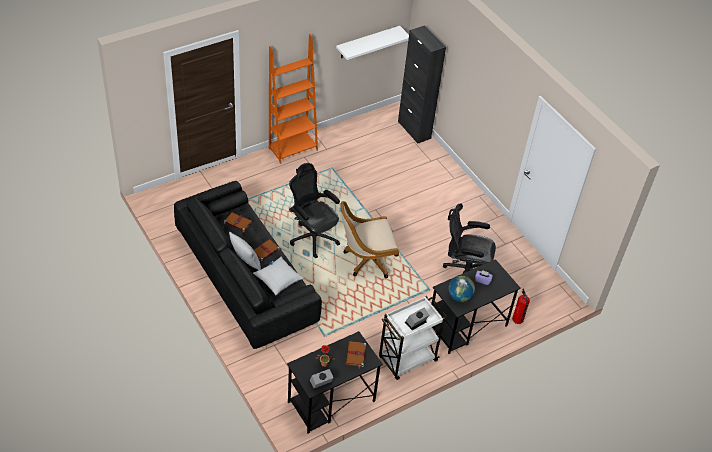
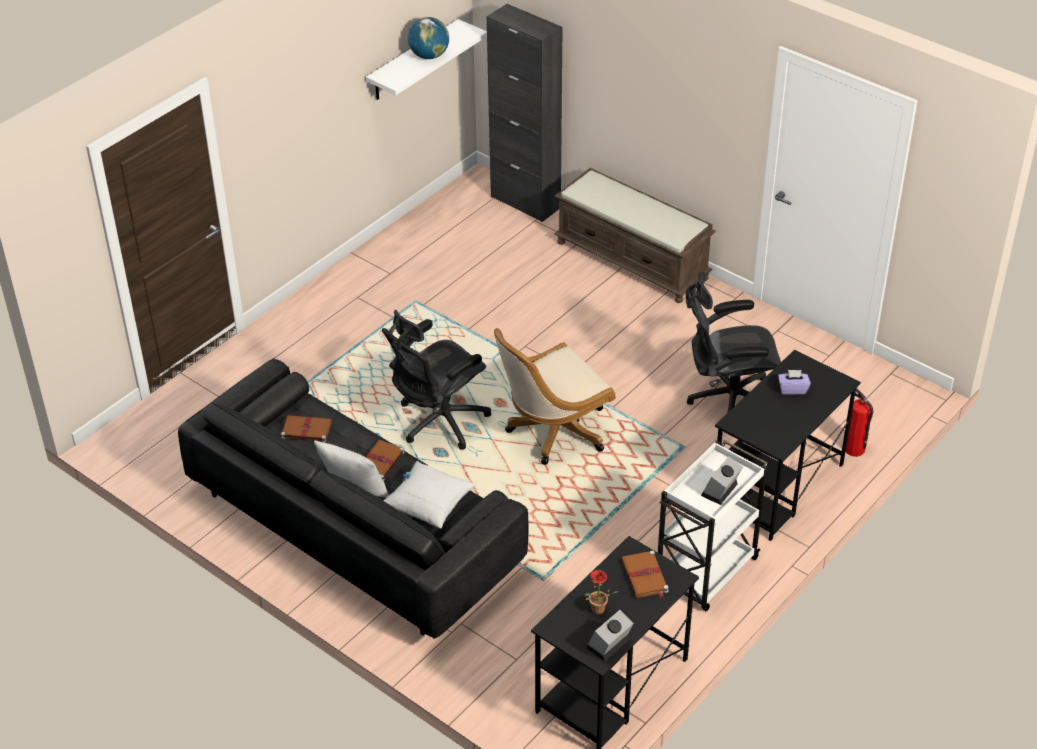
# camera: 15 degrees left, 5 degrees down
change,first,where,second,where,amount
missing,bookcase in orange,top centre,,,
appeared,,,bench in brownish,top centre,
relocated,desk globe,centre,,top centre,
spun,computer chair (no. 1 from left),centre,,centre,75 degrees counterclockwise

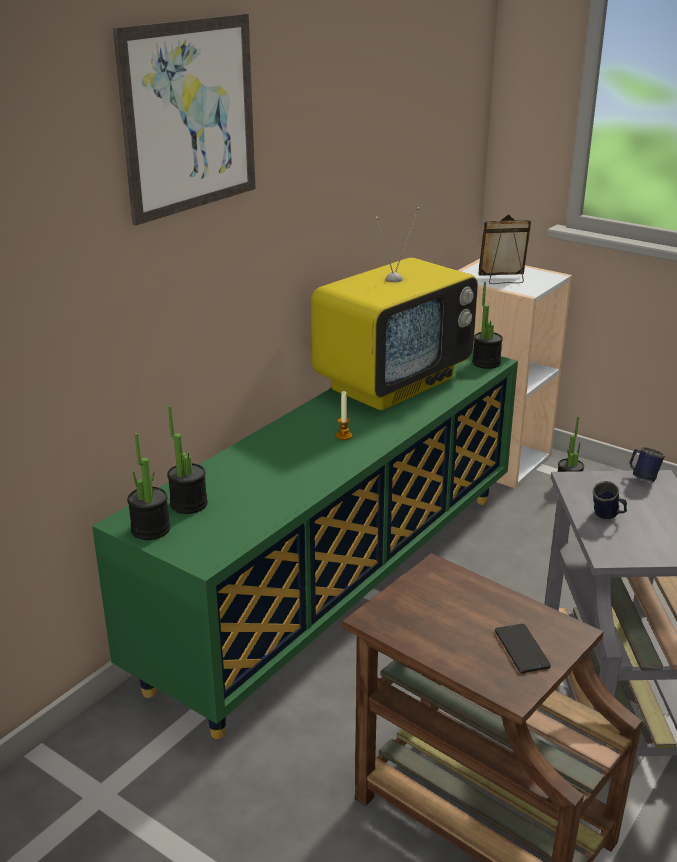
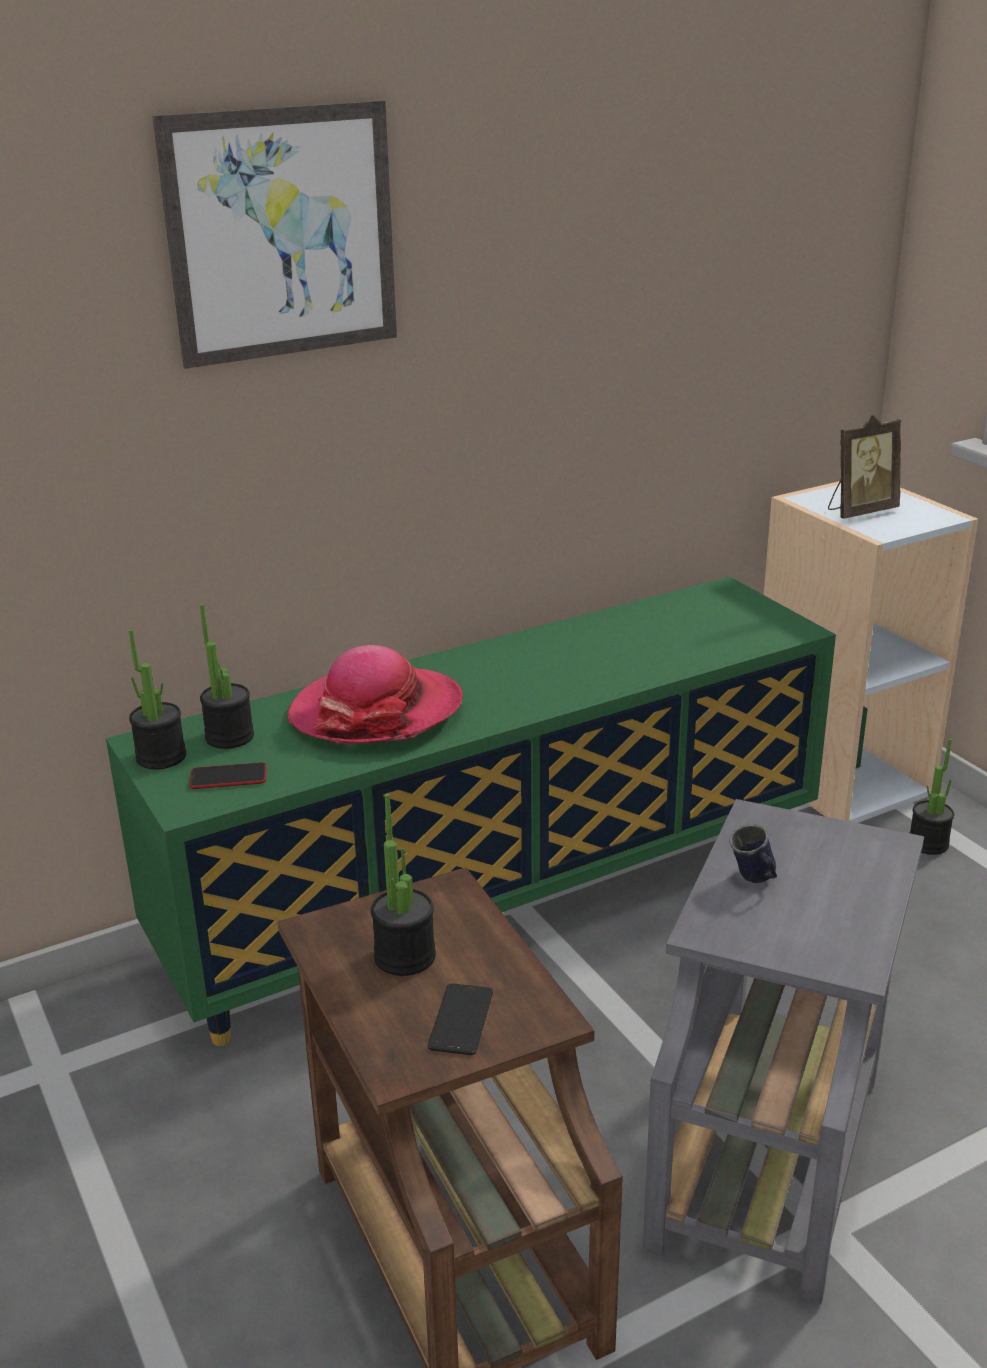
# camera: 25 degrees right, 0 degrees up
change,first,where,second,where,amount
missing,television,centre,,,
missing,wax candle,centre,,,
missing,tea mug in bluish (no. 2 from left),middle right,,,
appeared,,,handset (no. 1 from left),middle left,
appeared,,,wearable hat,centre,
relocated,plant in a pot (no. 3 from left),middle right,,centre,
spun,picture frame,top right,,middle right,135 degrees clockwise

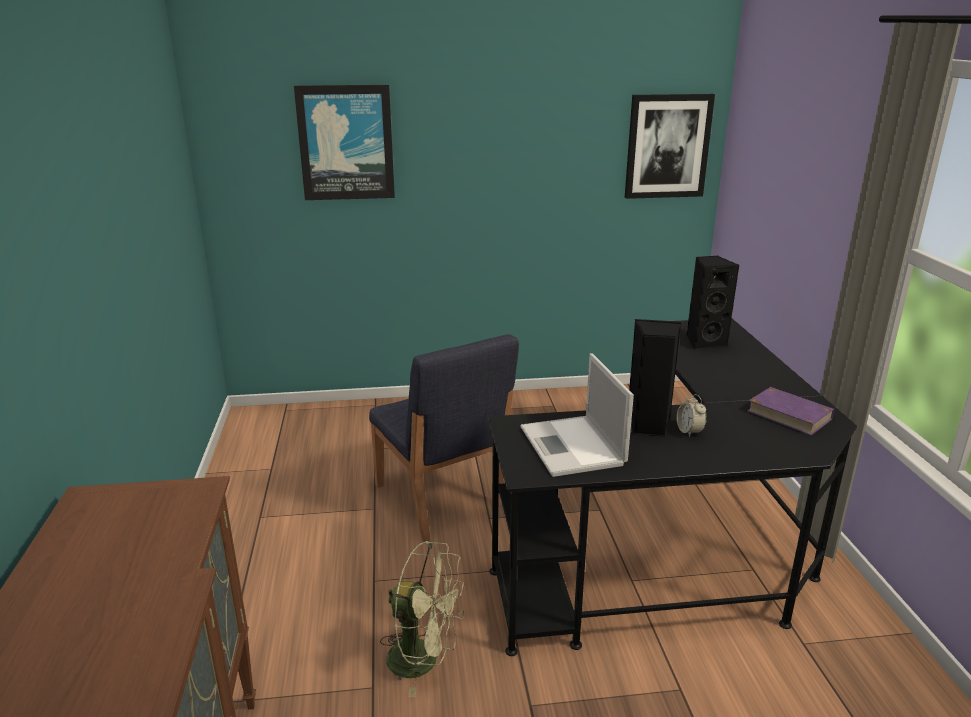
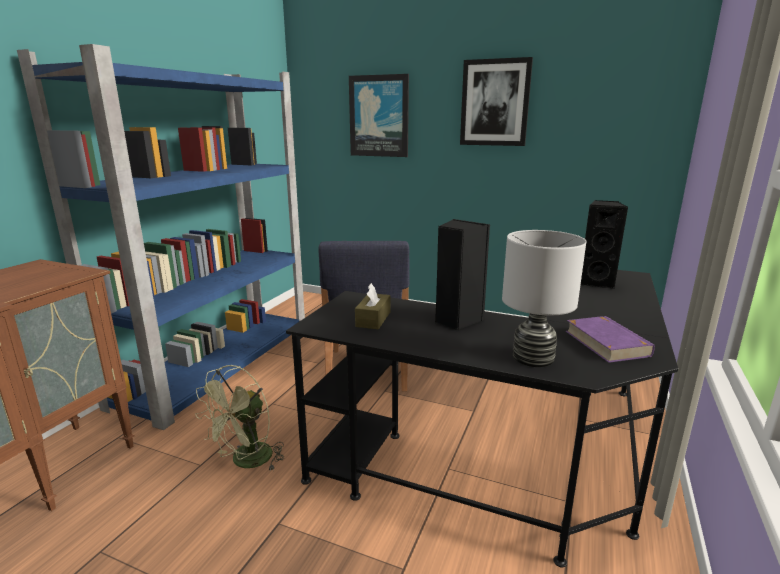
# camera: 30 degrees right, 5 degrees down
change,first,where,second,where,amount
missing,table clock,middle right,,,
appeared,,,bookcase in bluish,middle left,
appeared,,,lamp for a table in gray,middle right,
relocated,picture (no. 2 from left),top right,,top centre,
exchanged,notebook computer,centre,box of tissues in brownish,centre,
spun,fan in green,bottom centre,,bottom left,75 degrees clockwise

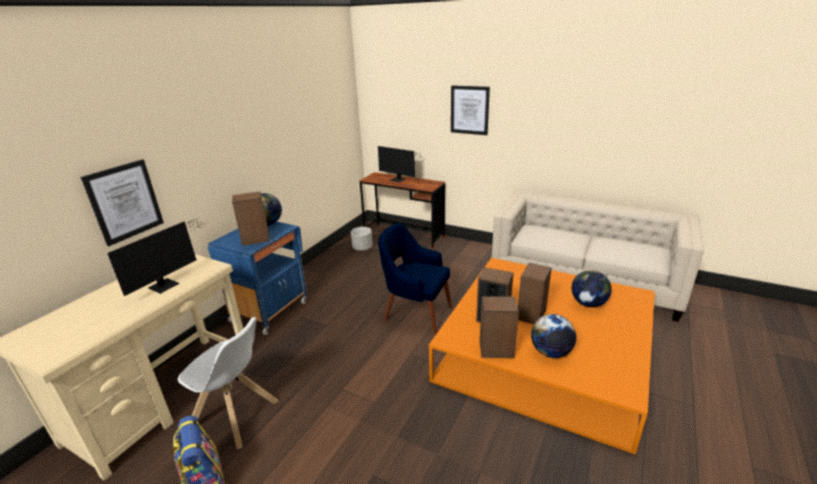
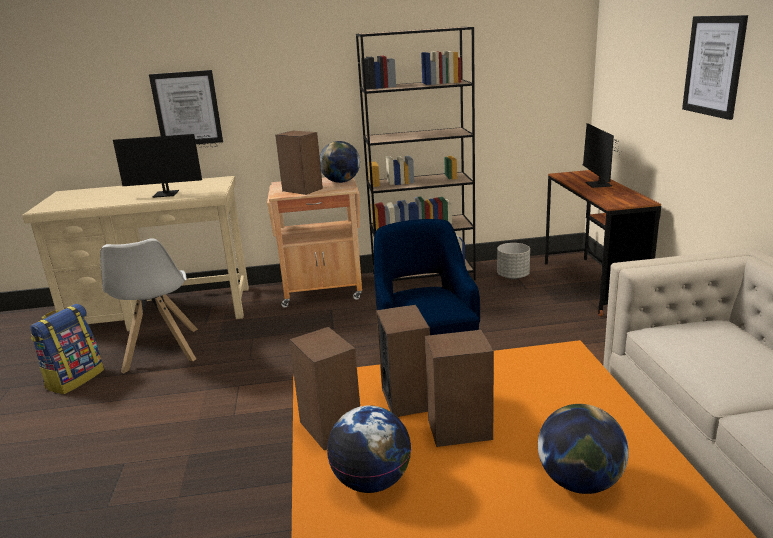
# camera: 55 degrees right, 5 degrees down
change,first,where,second,where,amount
appeared,,,bookcase in beige-coloured,top centre,
colour,cart in bluish,middle left,cart in brownish,centre,

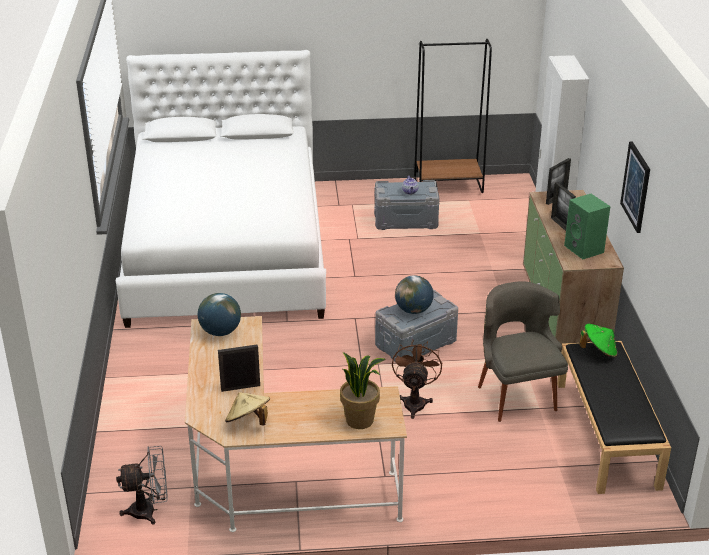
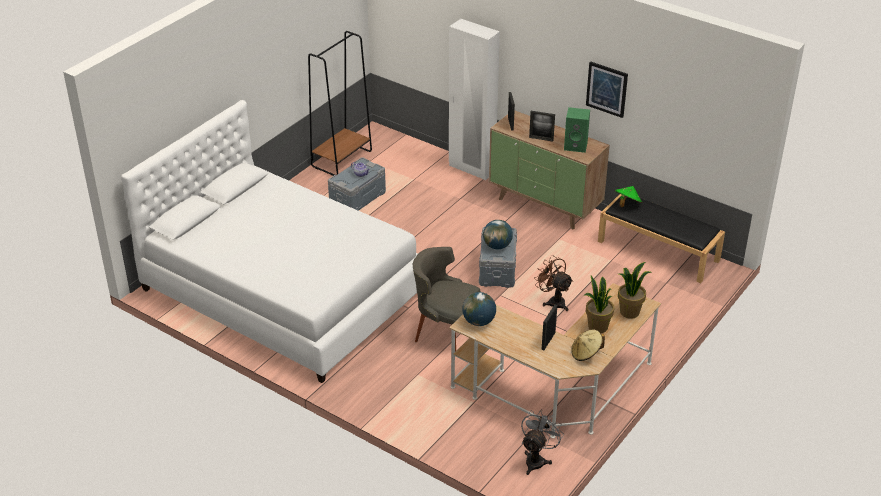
# camera: 50 degrees left, 5 degrees up
change,first,where,second,where,amount
appeared,,,plant in a pot (no. 1 from left),middle right,
relocated,upright chair in gray,middle right,,centre,

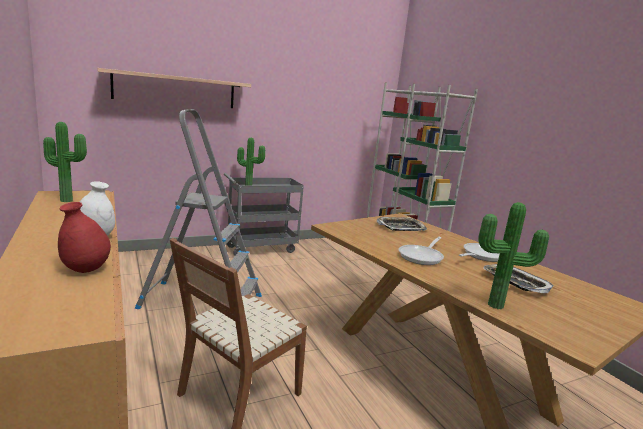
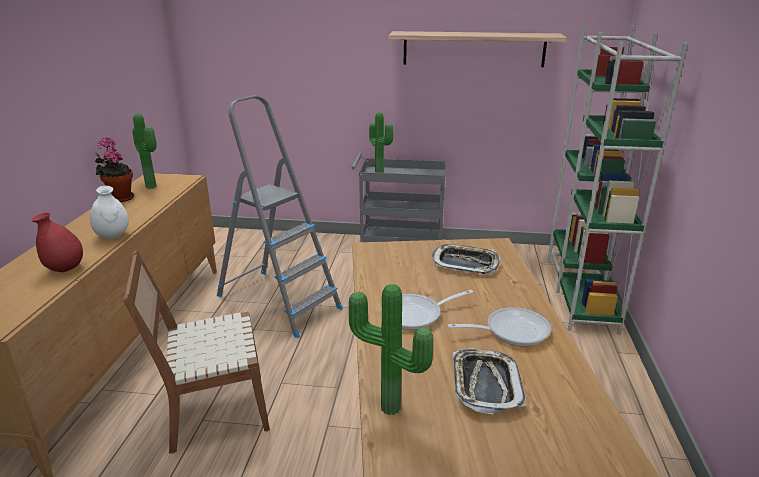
# camera: 35 degrees right, 10 degrees up
change,first,where,second,where,amount
appeared,,,plant in a pot (no. 1 from left),middle left,
relocated,wall shelf,top left,,top centre,

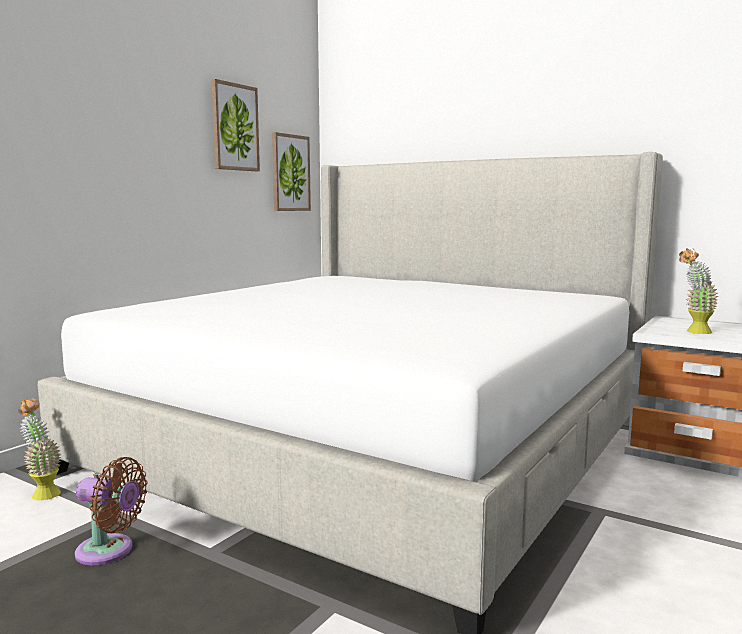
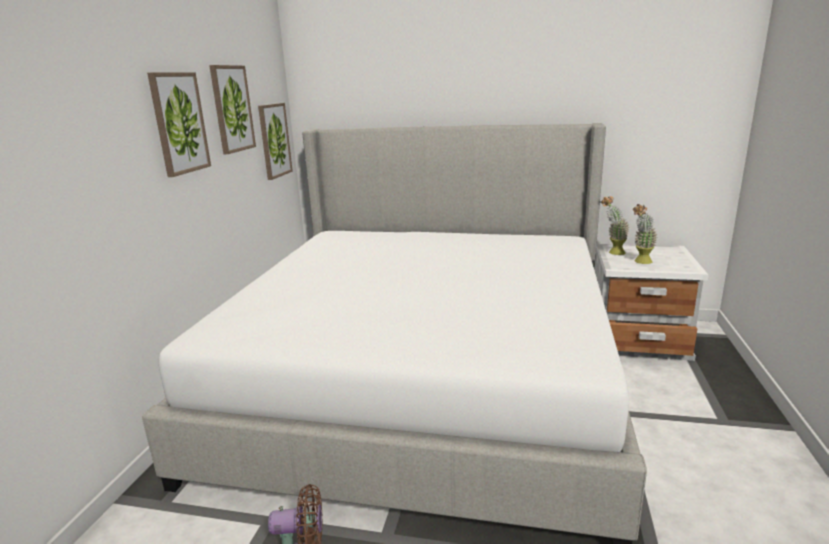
# camera: 20 degrees left, 10 degrees up
change,first,where,second,where,amount
appeared,,,picture (no. 1 from left),top left,
relocated,plant in a pot (no. 1 from left),bottom left,,middle right,

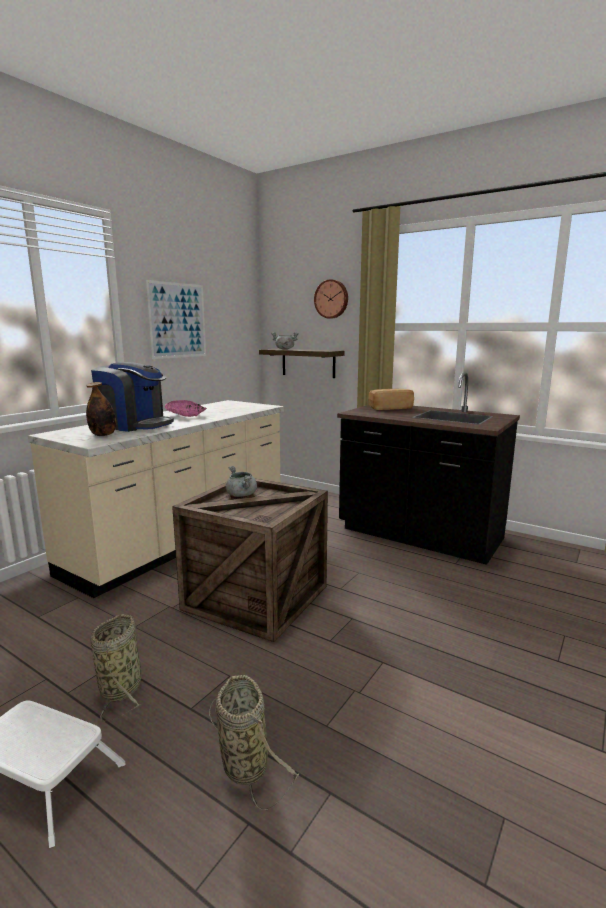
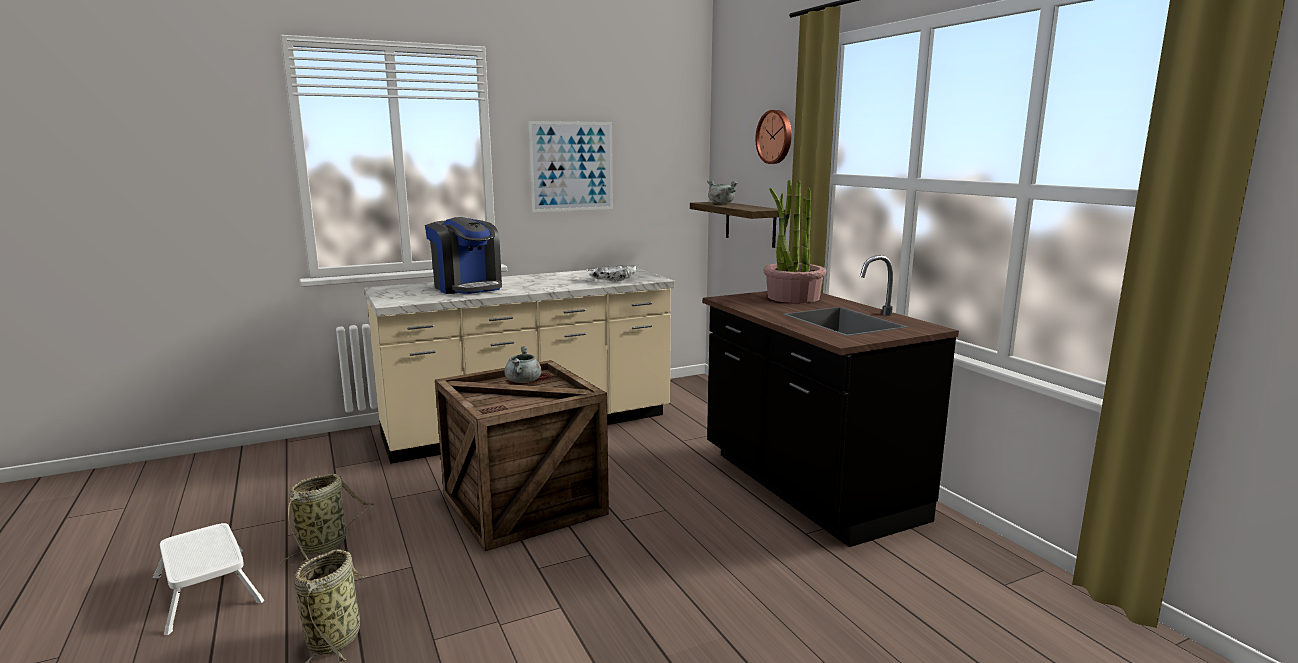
# camera: 30 degrees right, 0 degrees up
change,first,where,second,where,amount
missing,beverage bottle,middle left,,,
missing,deep dish in pinkish,middle left,,,
appeared,,,deep dish in whitish,centre,
exchanged,bread,centre,plant in a pot,centre,

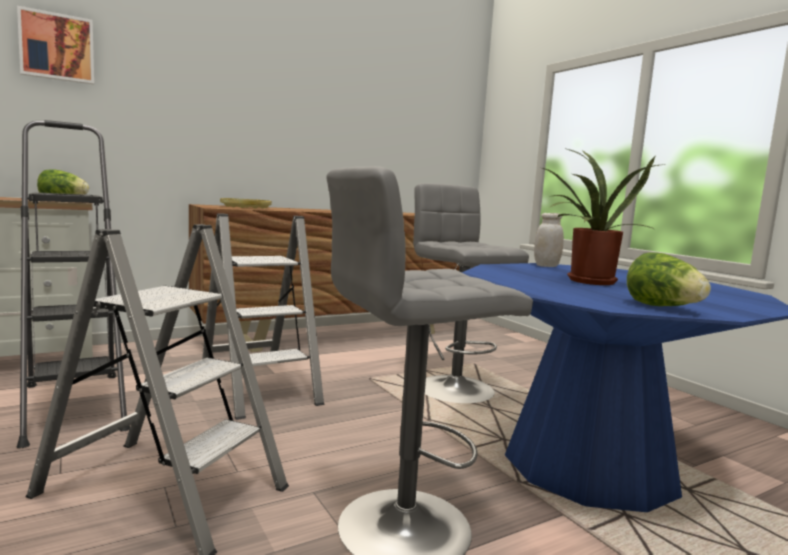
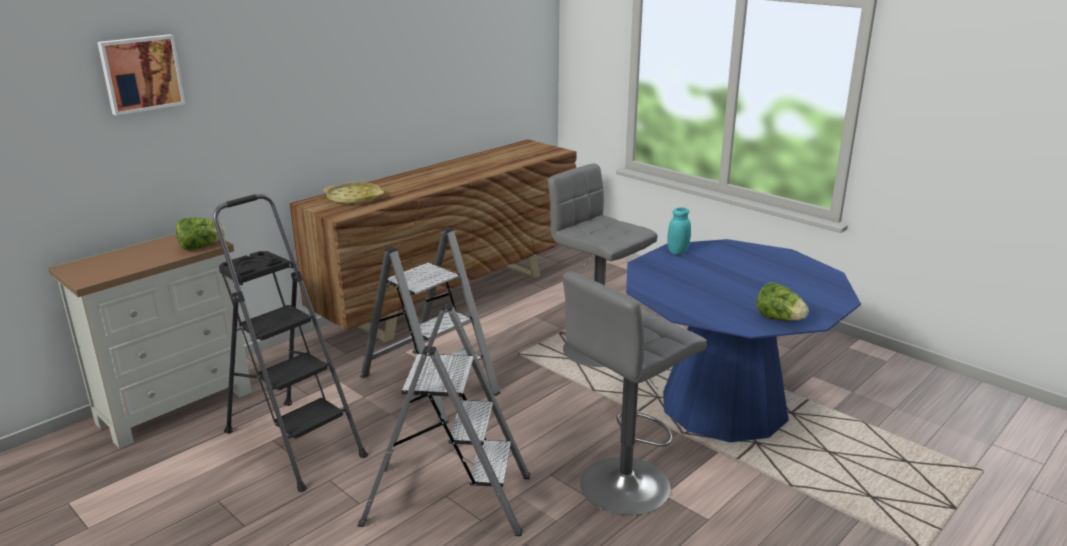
# camera: 15 degrees left, 15 degrees up
change,first,where,second,where,amount
missing,plant in a pot,middle right,,,
colour,storage jar in whitish,middle right,storage jar in turquoise-coloured,centre,

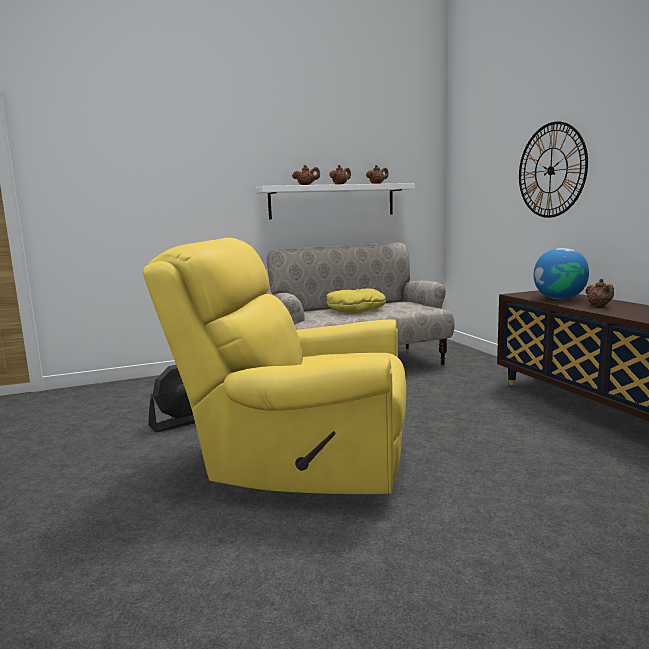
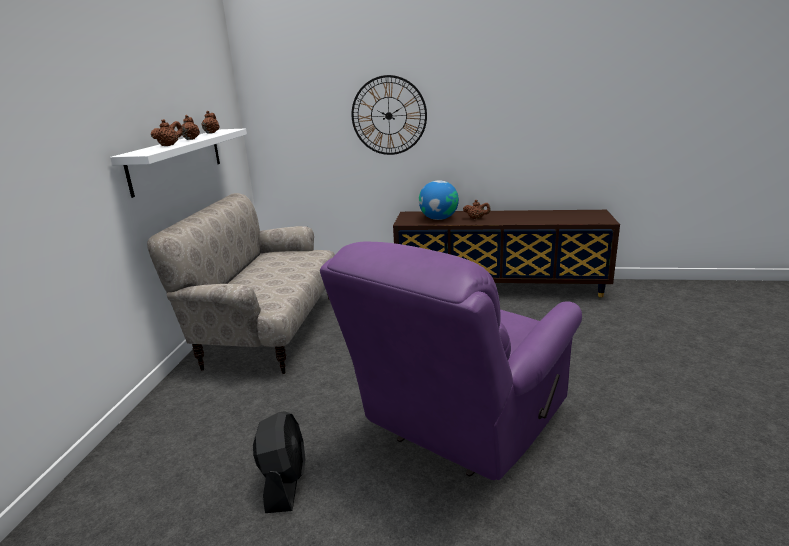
# camera: 60 degrees left, 10 degrees up
change,first,where,second,where,amount
missing,pillow in yellow,centre,,,
colour,armchair in yellow,centre,armchair in purplish,centre,

